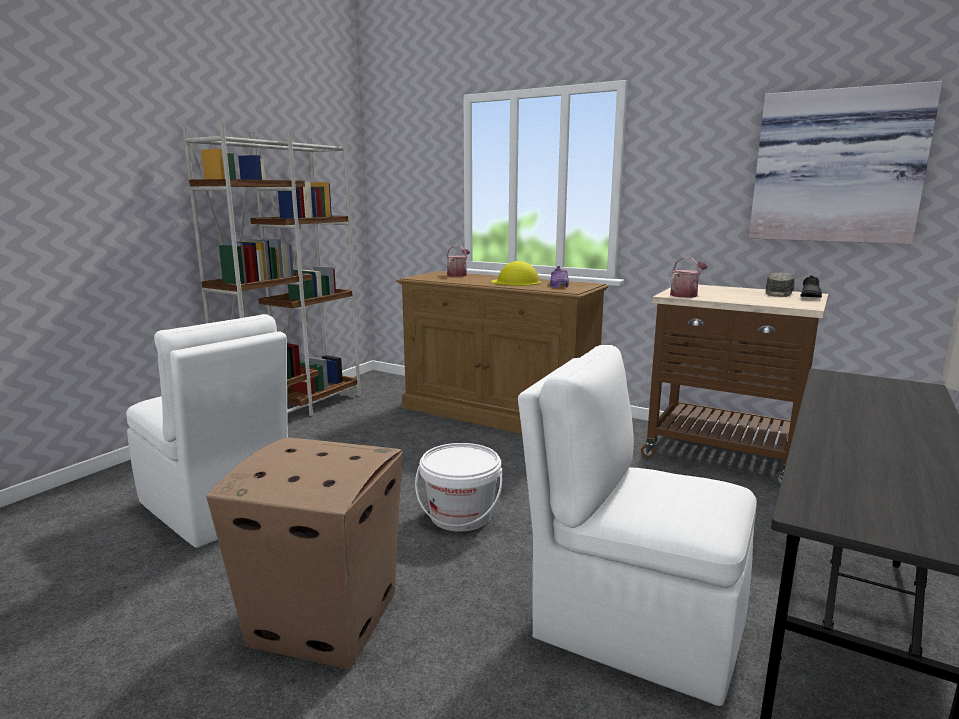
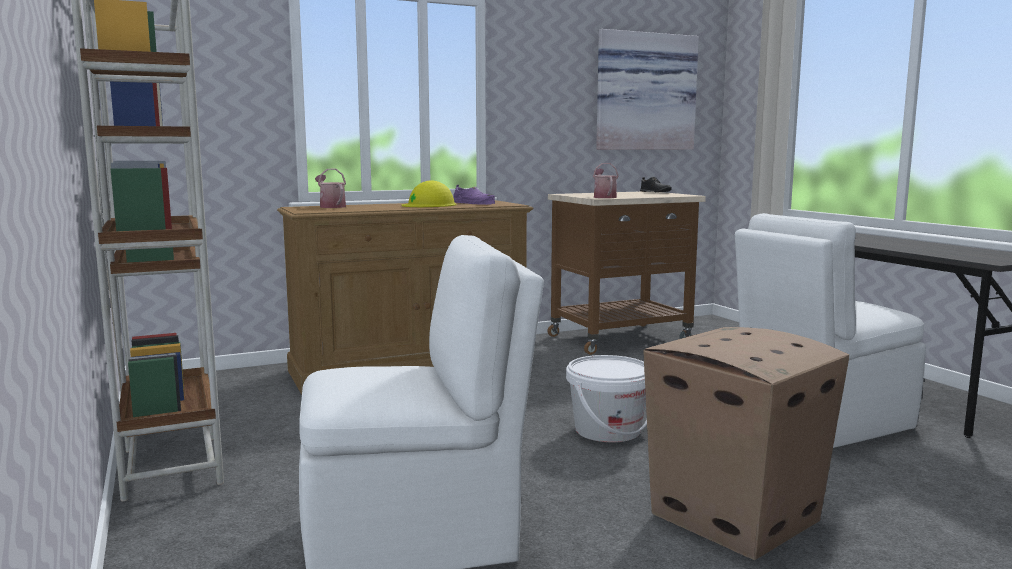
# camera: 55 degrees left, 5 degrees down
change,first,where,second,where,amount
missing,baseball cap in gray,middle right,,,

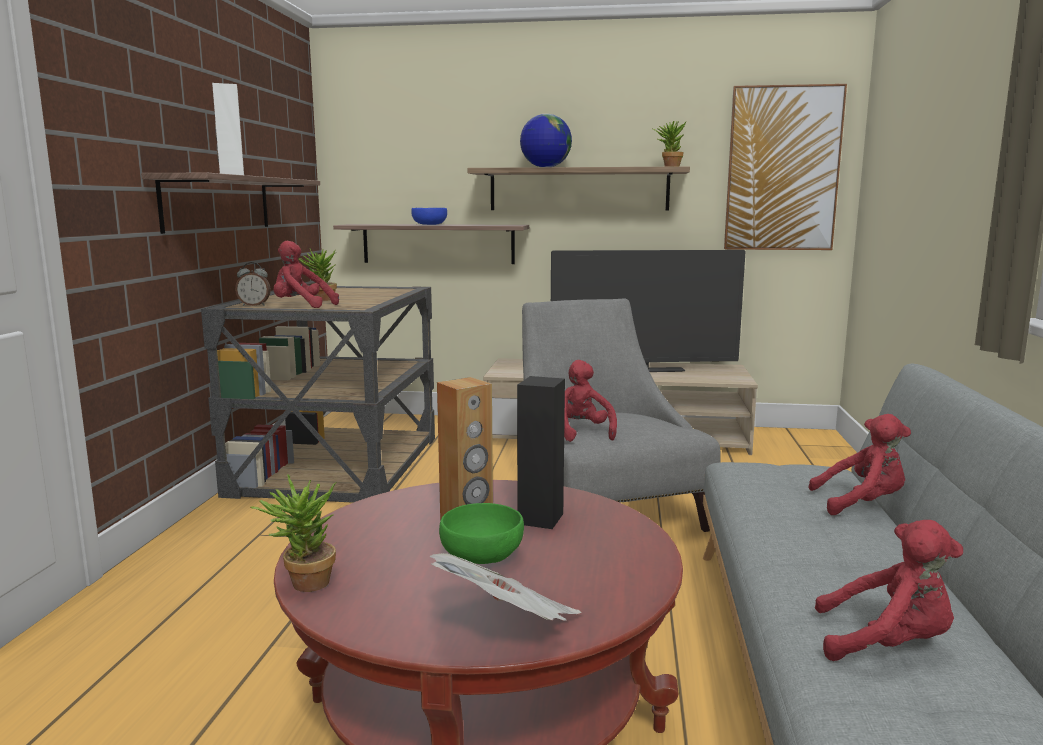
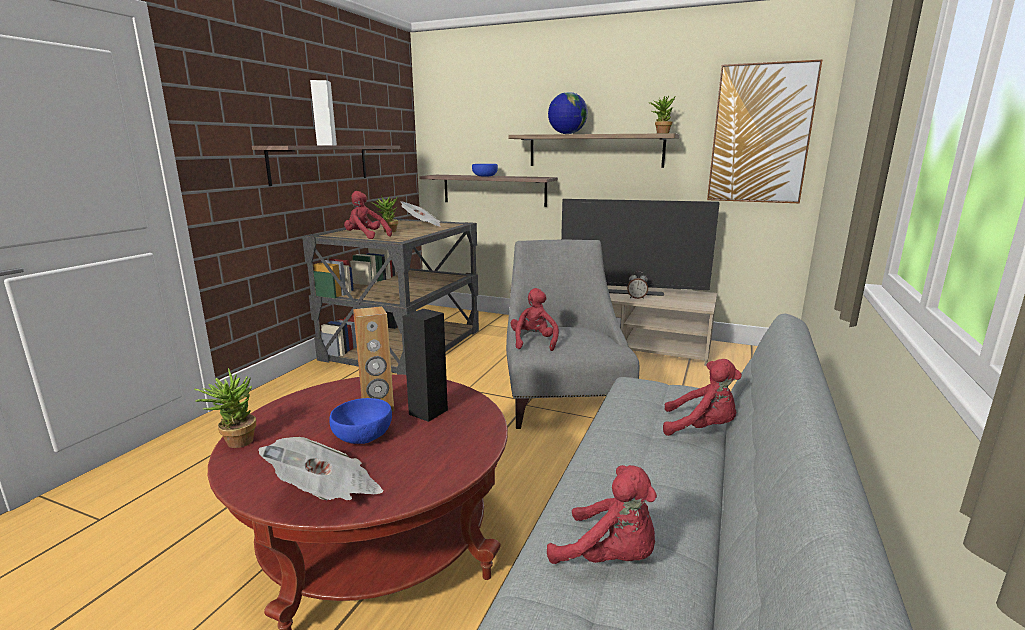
# camera: 15 degrees right, 5 degrees up
change,first,where,second,where,amount
appeared,,,daily paper (no. 2 from left),centre,
relocated,table clock,middle left,,centre,
colour,deep dish in green,bottom centre,deep dish in bluish (no. 1 from left),bottom centre,

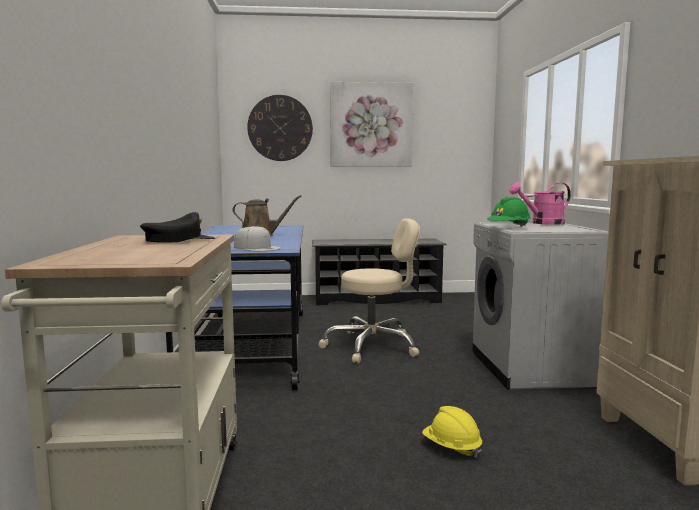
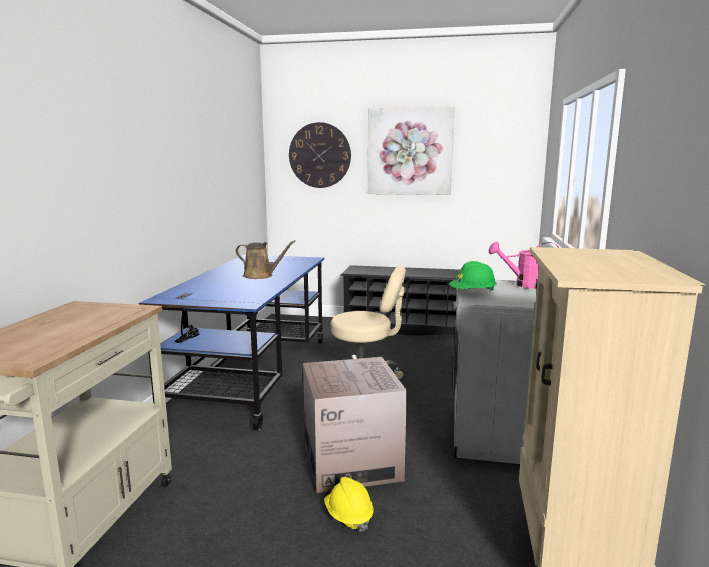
# camera: 15 degrees right, 5 degrees up
change,first,where,second,where,amount
missing,baseball cap in blackish,middle left,,,
missing,baseball cap in whitish,centre,,,
appeared,,,packing box,bottom centre,

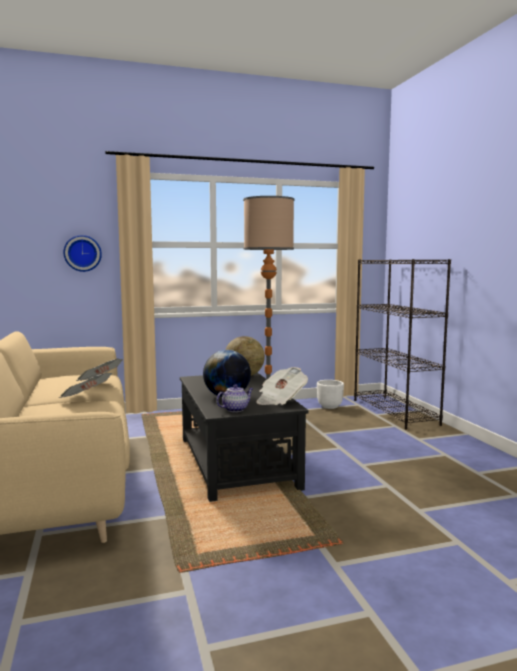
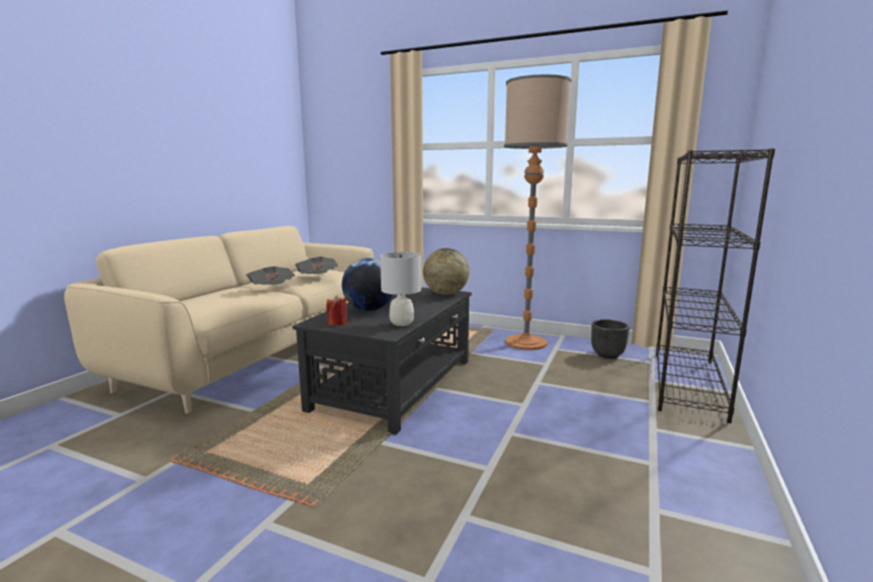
# camera: 40 degrees right, 5 degrees up
change,first,where,second,where,amount
missing,clock on the wall,middle left,,,
exchanged,pot for tea,centre,wax candle in reddish,centre,
exchanged,daily paper (no. 3 from left),centre,lamp for a table in gray,centre,
colour,flower pot in whitish,centre,flower pot in blackish,middle right,

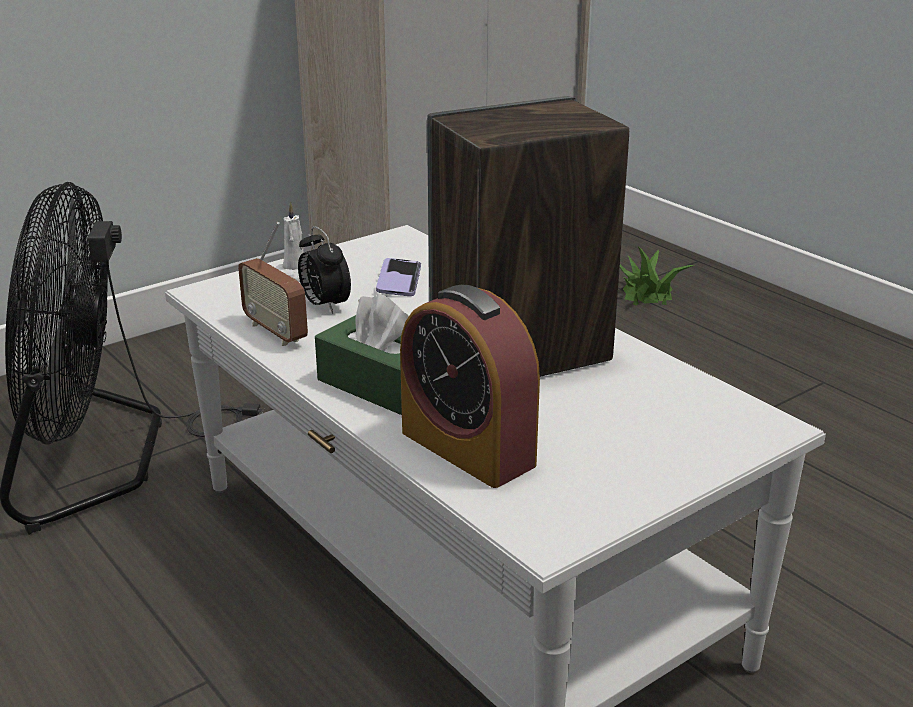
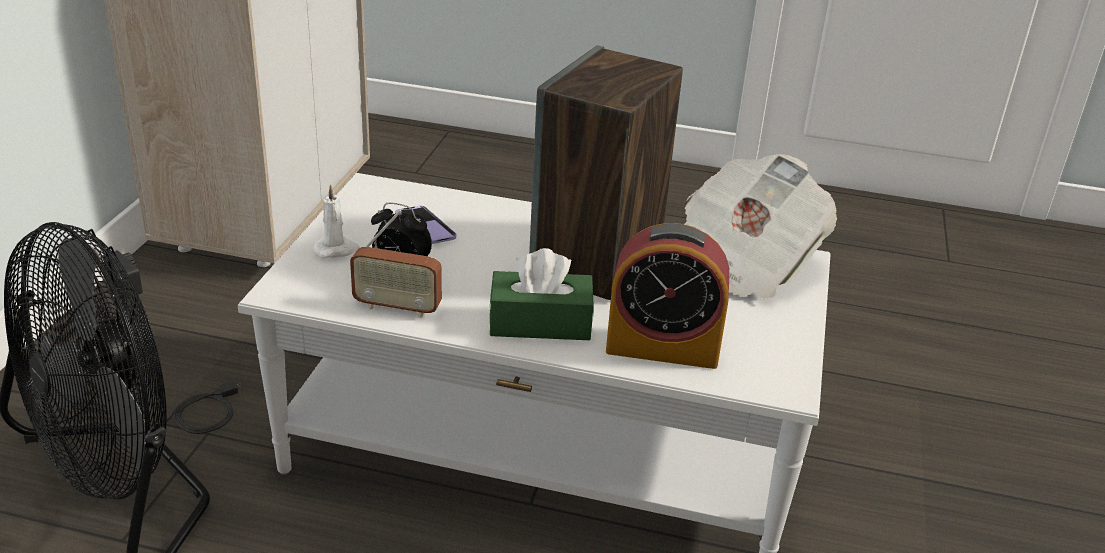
# camera: 40 degrees left, 5 degrees up
change,first,where,second,where,amount
missing,plant in a pot,middle right,,,
appeared,,,daily paper,middle right,

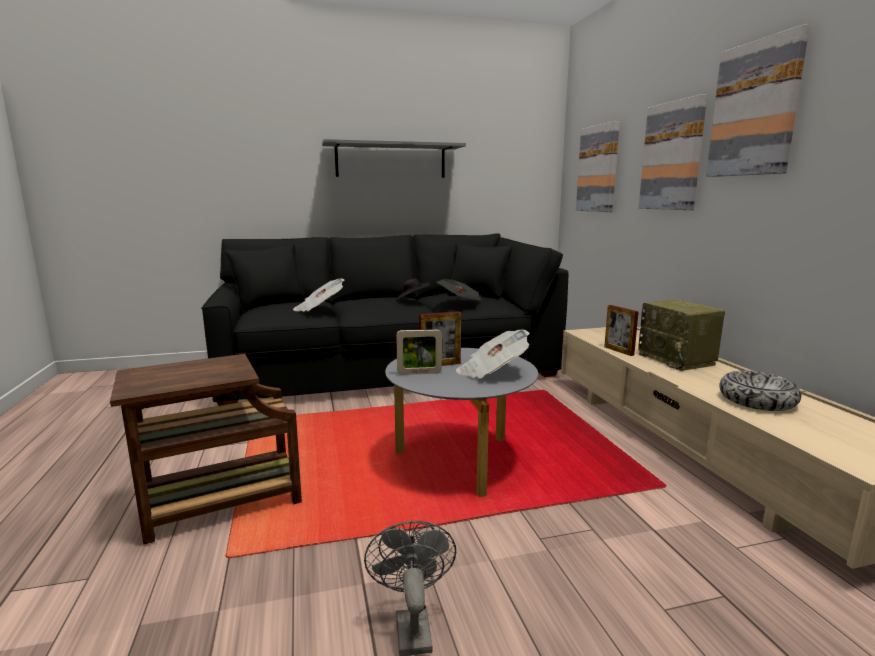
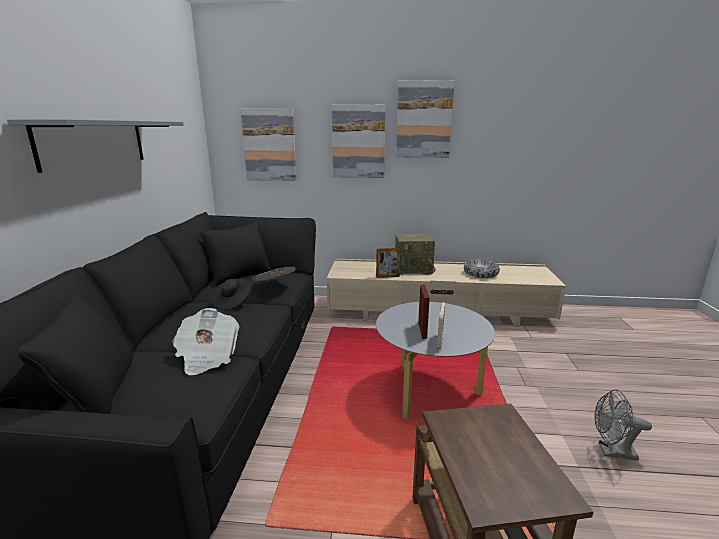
# camera: 70 degrees left, 5 degrees up
change,first,where,second,where,amount
missing,daily paper (no. 3 from left),centre,,,

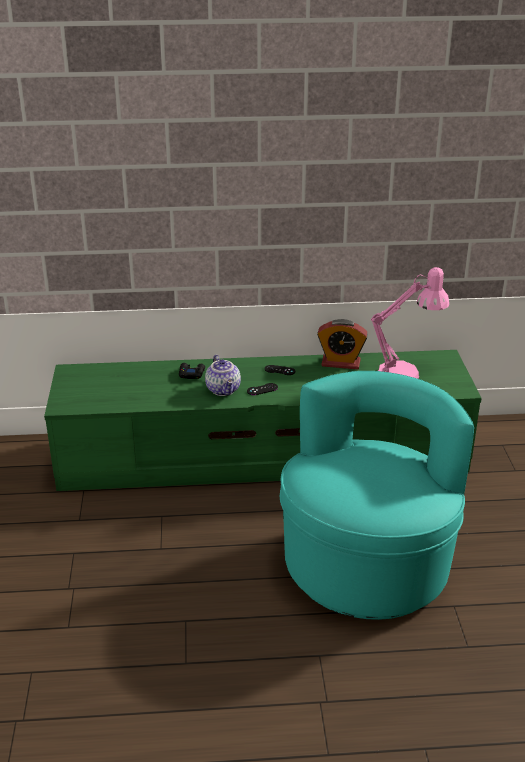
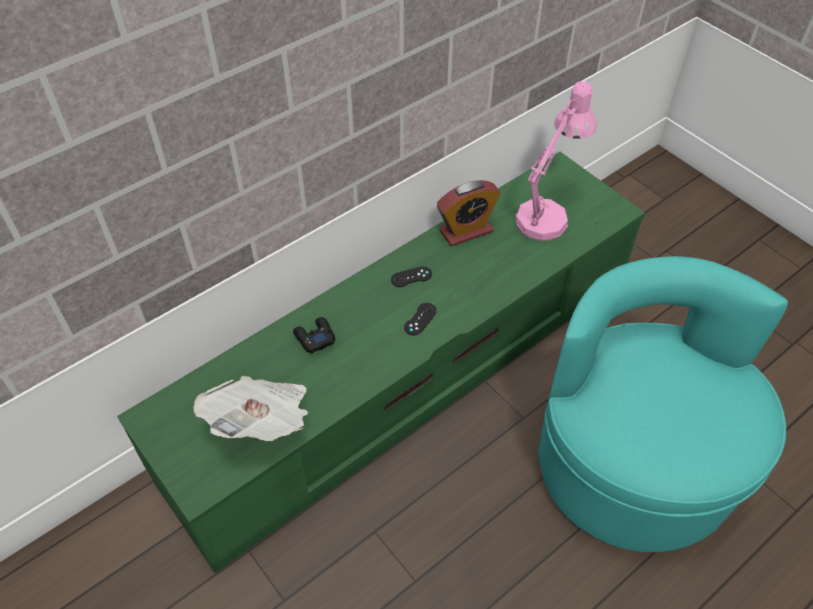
# camera: 35 degrees left, 20 degrees up
change,first,where,second,where,amount
missing,pot for tea,centre,,,
appeared,,,daily paper,bottom left,

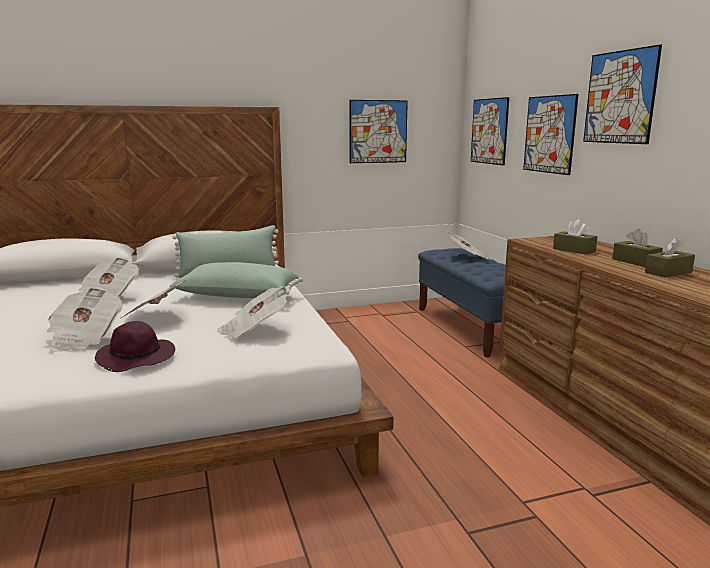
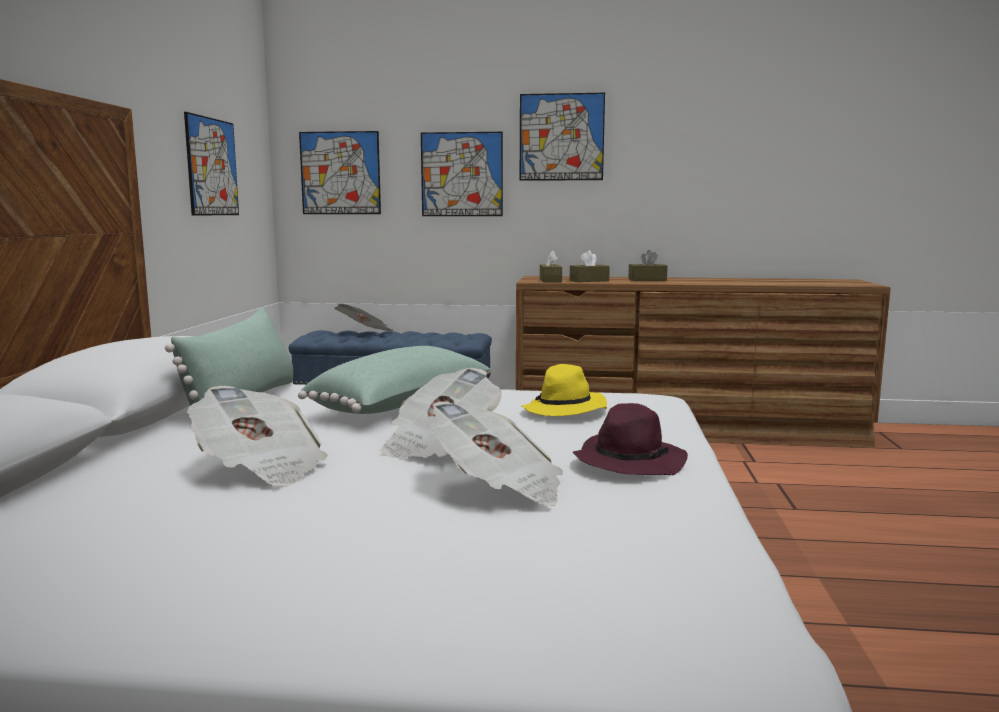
# camera: 65 degrees left, 5 degrees down
change,first,where,second,where,amount
relocated,box of tissues in brownish (no. 3 from left in the first image),middle right,box of tissues in brownish (no. 1 from left),centre,
exchanged,daily paper (no. 4 from left),centre,wearable hat in yellow,centre,

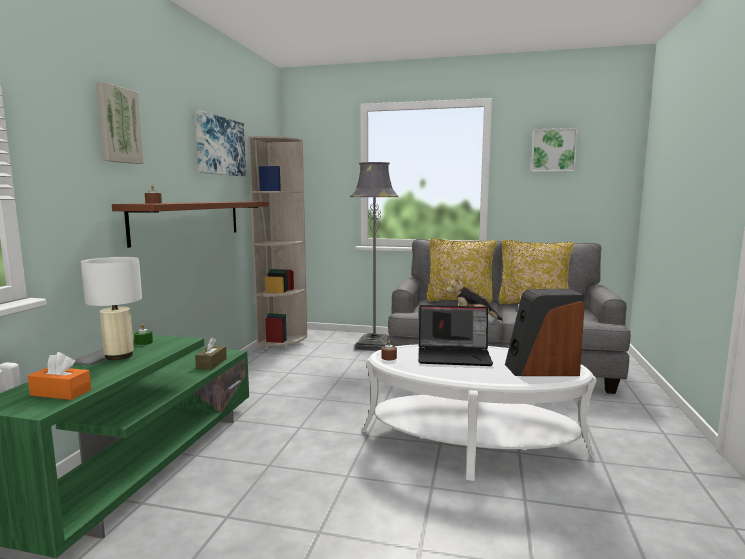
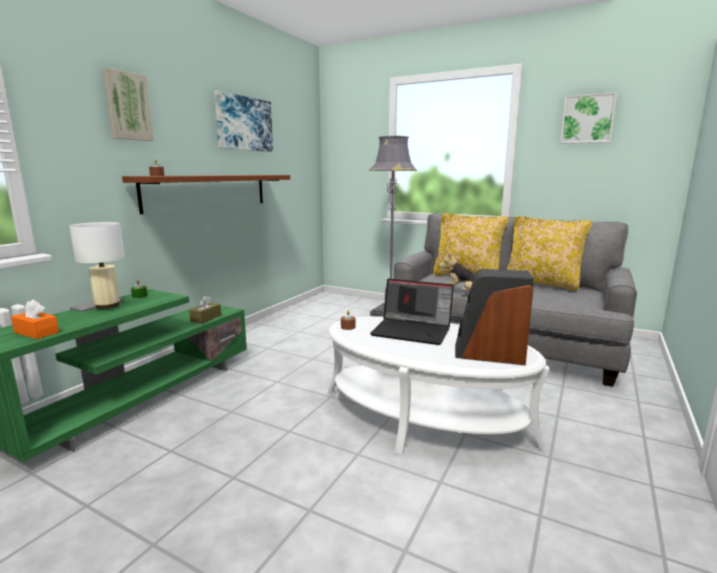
# camera: 15 degrees right, 5 degrees up
change,first,where,second,where,amount
missing,bookcase in beige-coloured,centre,,,

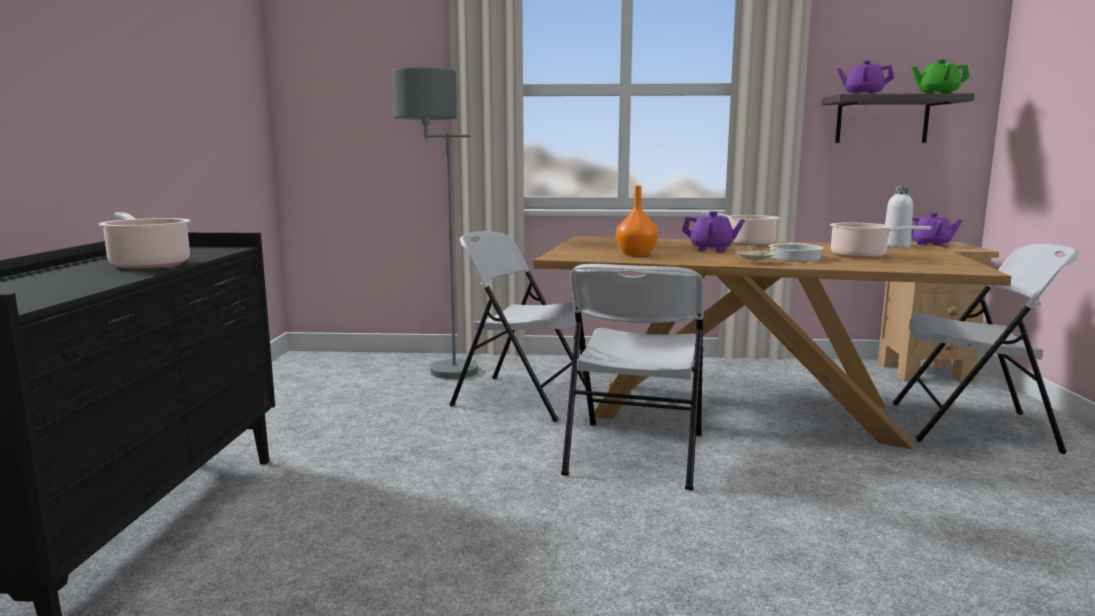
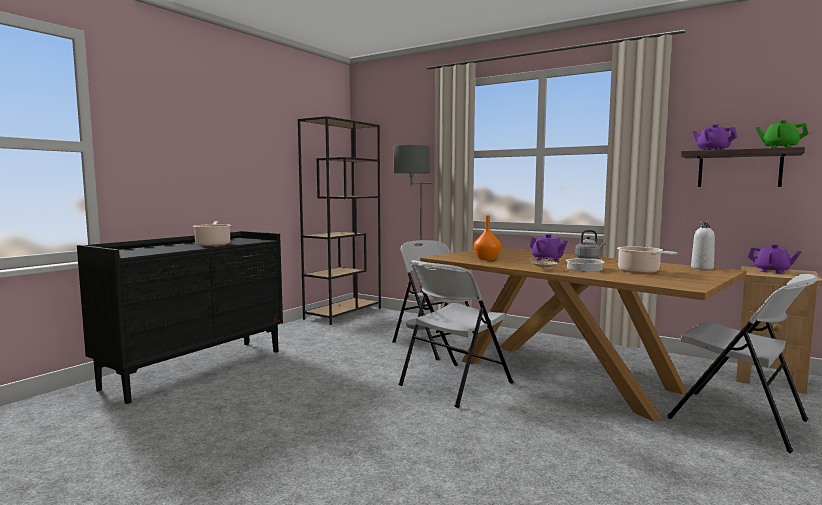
# camera: 30 degrees right, 5 degrees down
change,first,where,second,where,amount
appeared,,,bookcase,centre,
exchanged,saucepot (no. 2 from left),middle right,tea kettle in gray,middle right,

